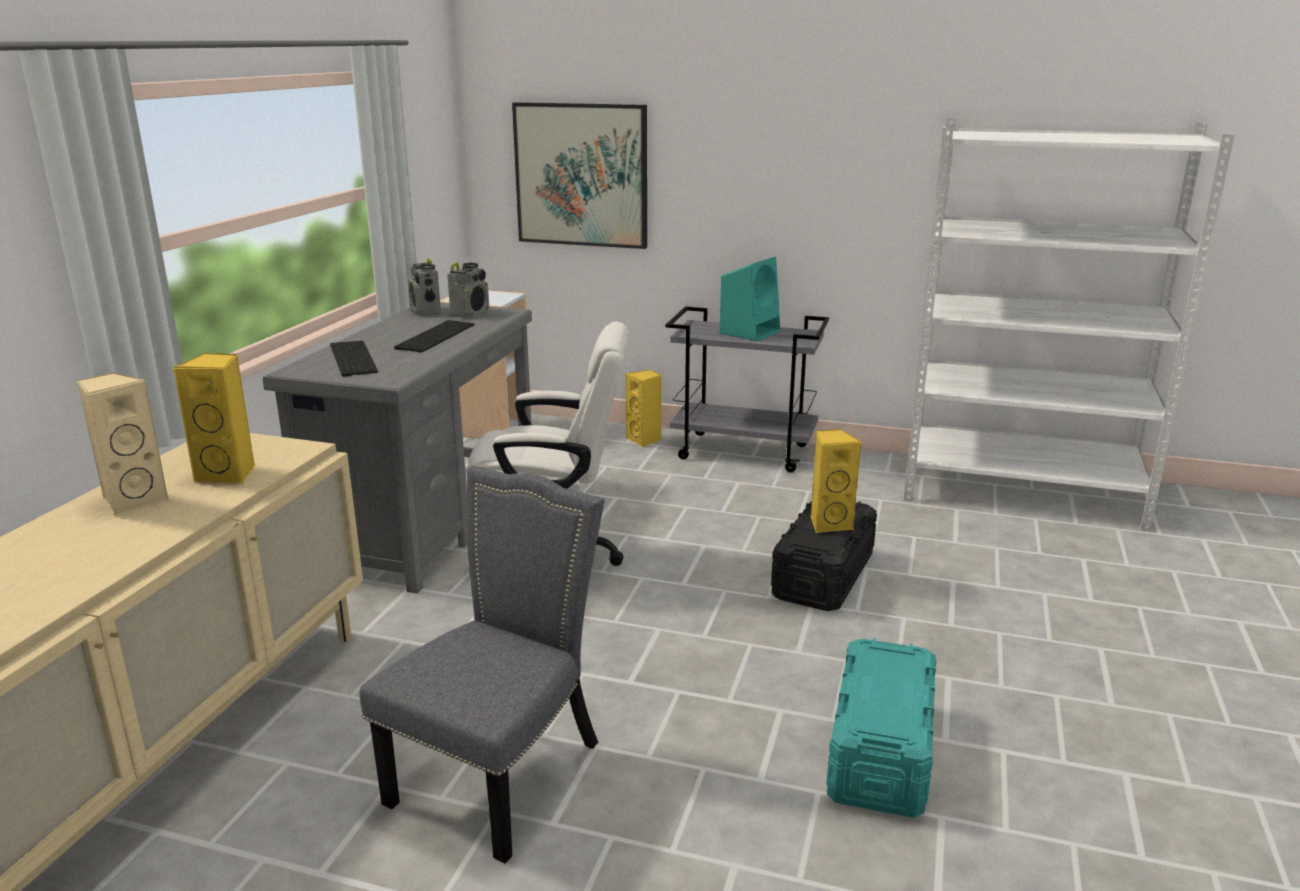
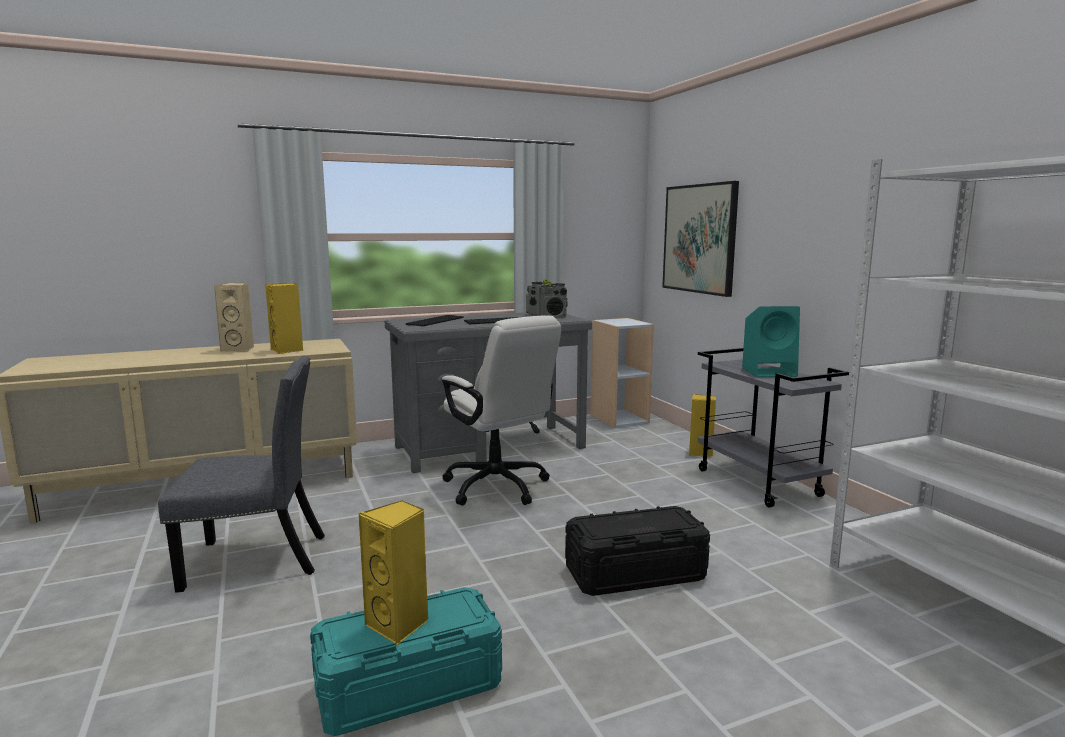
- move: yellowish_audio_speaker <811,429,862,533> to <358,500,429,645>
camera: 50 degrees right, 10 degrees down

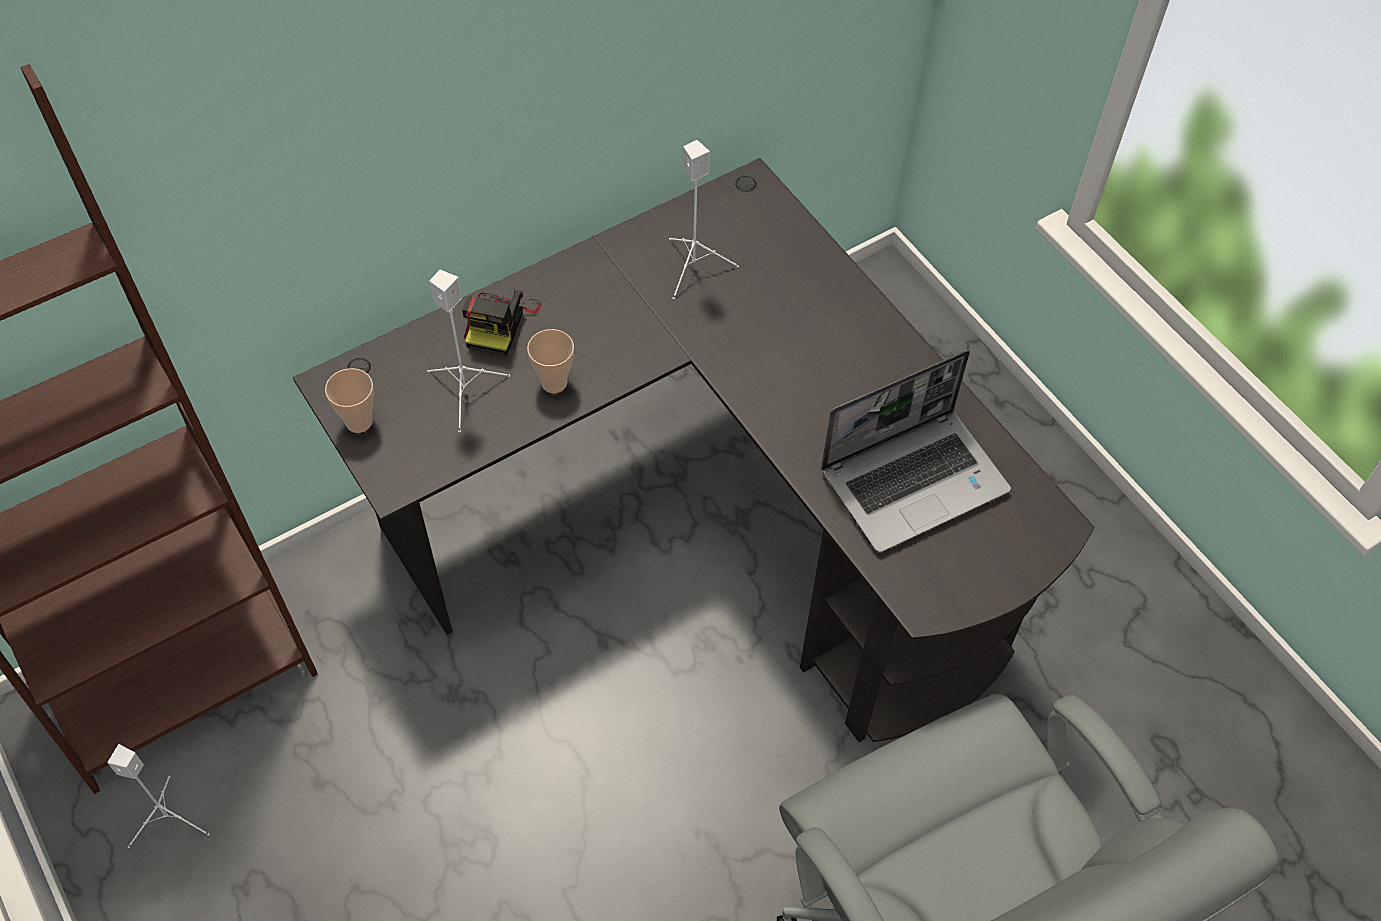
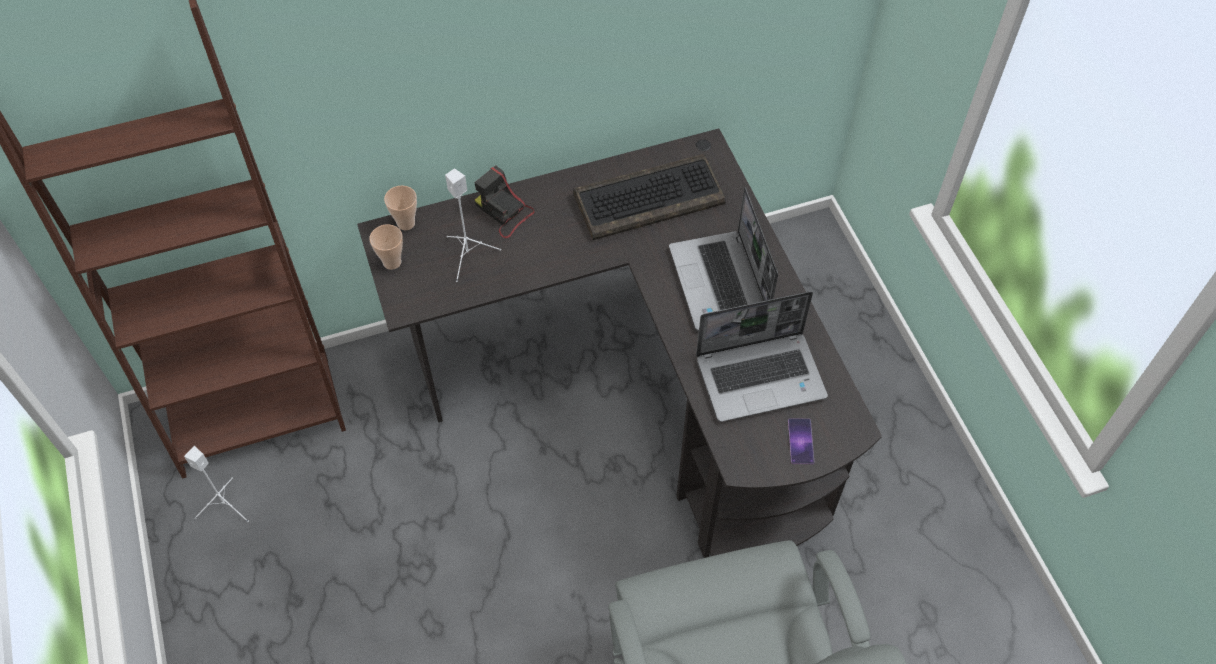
- rotate: still_camera <462,290,541,356> = <475,165,535,238> 105 degrees clockwise
- move: cup <527,329,574,393> to <384,185,417,230>
- replace: white_audio_speaker <669,140,739,299> to computer_keyboard <573,154,726,240>
- insert: notebook_computer <669,188,778,331>
- insert: handset <788,418,814,464>
camera: 15 degrees right, 0 degrees up

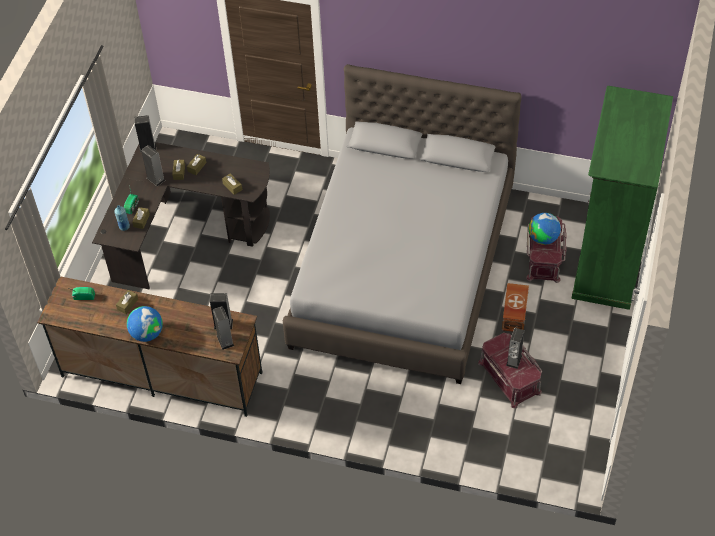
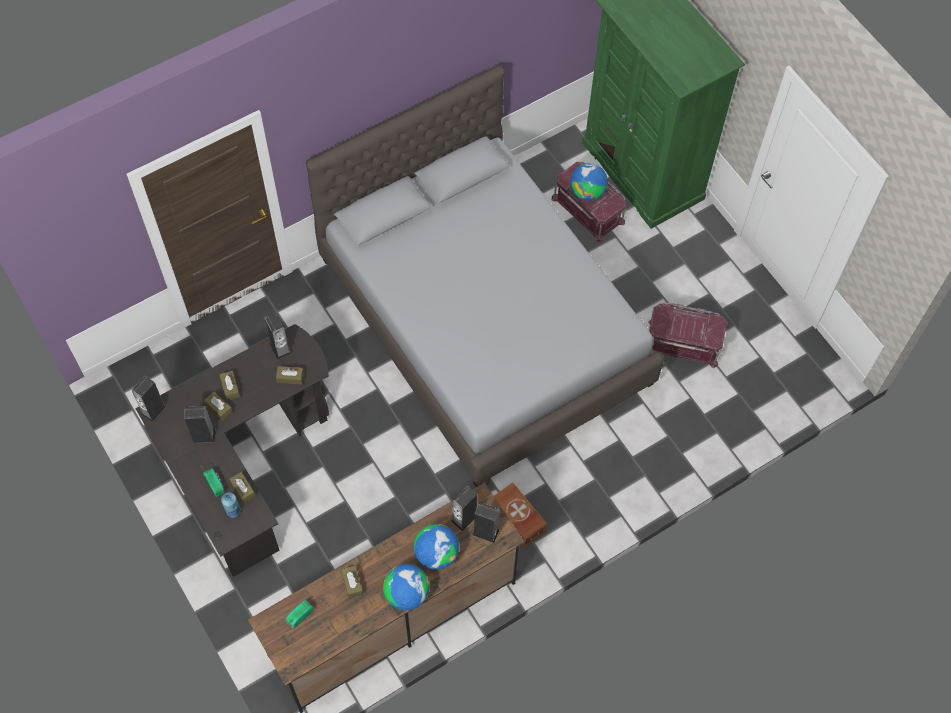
- move: brown_storage_bin <502,283,529,332> to <494,482,547,548>
- move: audio_speaker <506,328,524,369> to <265,312,291,359>
- insert: desk_globe <414,524,459,570>
camera: 50 degrees left, 10 degrees up

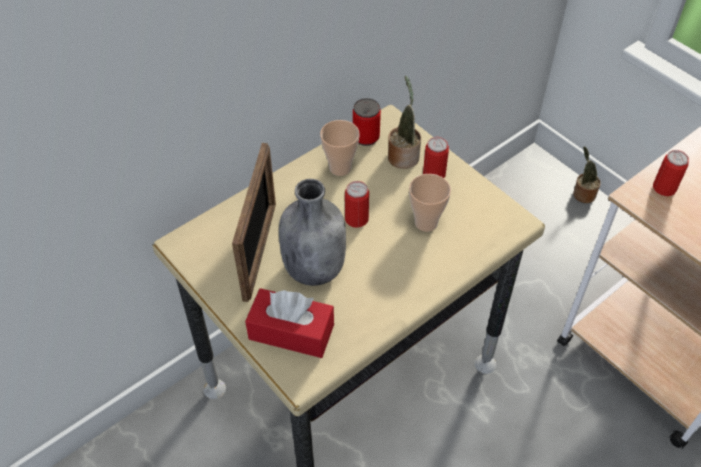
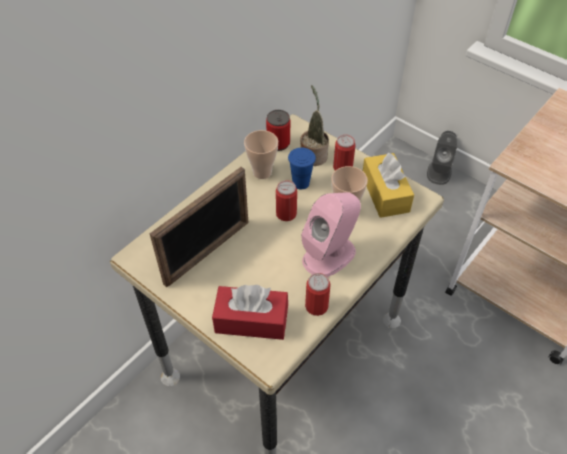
- rotate: picture_frame <232,143,276,302> = <150,167,248,287> 45 degrees clockwise
- delete: grey_beverage_bottle <279,179,346,286>
- replace: plant_in_a_pot <573,147,601,203> to grey_audio_speaker <427,131,458,185>
- move: can <653,150,689,196> to <305,273,331,316>
- insert: blue-coloured_cup <288,148,316,189>
- insert: pink-coloured_audio_speaker <301,192,361,277>
- insert: yellowish_tissue_holder <363,152,414,218>
camera: 10 degrees left, 0 degrees up

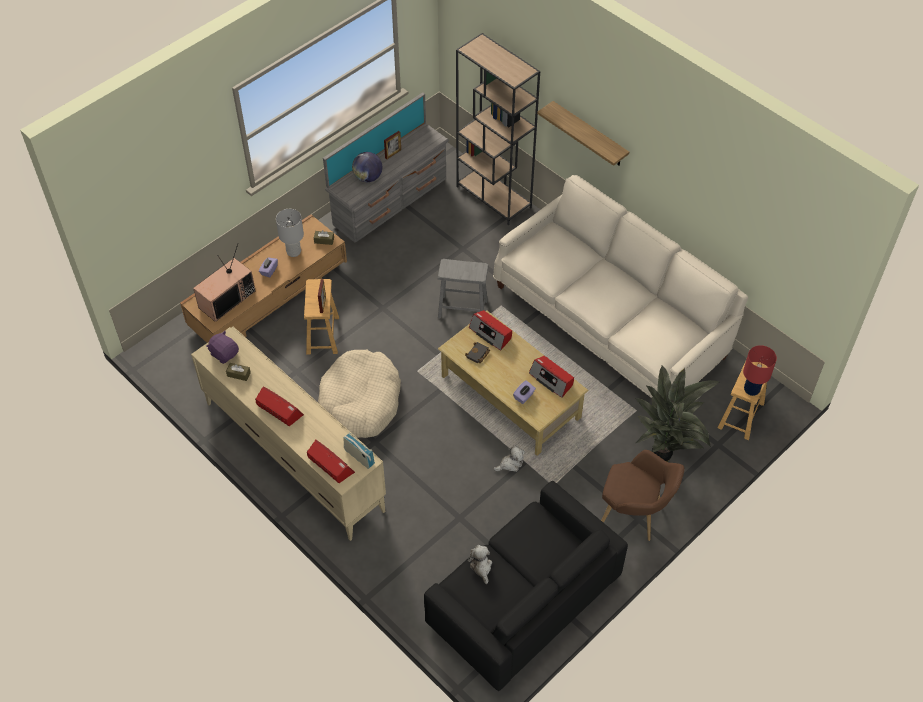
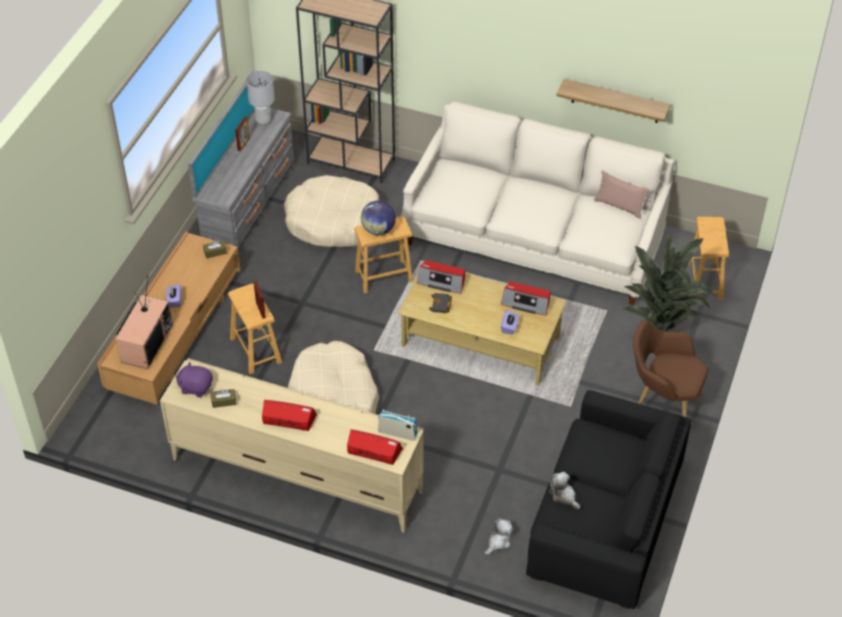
- move: grey_tabletop_lamp <276,209,304,257> to <246,71,275,125>
- move: desk_globe <352,152,382,182> to <361,201,396,235>
- recolor: grey_sitting_stool <438,259,488,319> to brown_sitting_stool <354,216,413,293>
- move: plush_toy <493,446,525,472> to <485,518,513,555>
- move: bracket_shelf <537,101,629,166> to <556,79,671,123>
- rotate: brown_lounge_chair <601,450,684,541> = <633,320,709,417> 150 degrees counterclockwise
- delete: reddish_tabletop_lamp <743,345,777,396>
- insert: beige-coloured_pet_bed <284,175,379,247>
- insert: beige-coloured_throw_pillow <594,170,649,219>
camera: 25 degrees left, 5 degrees down

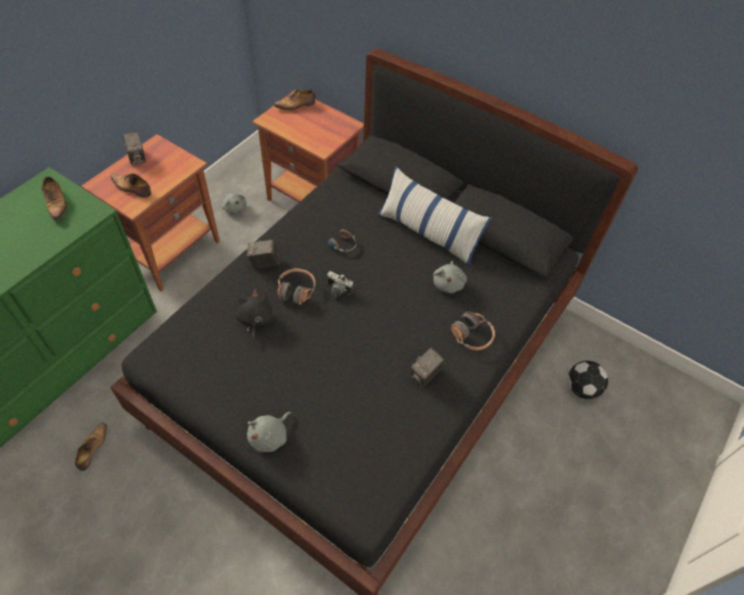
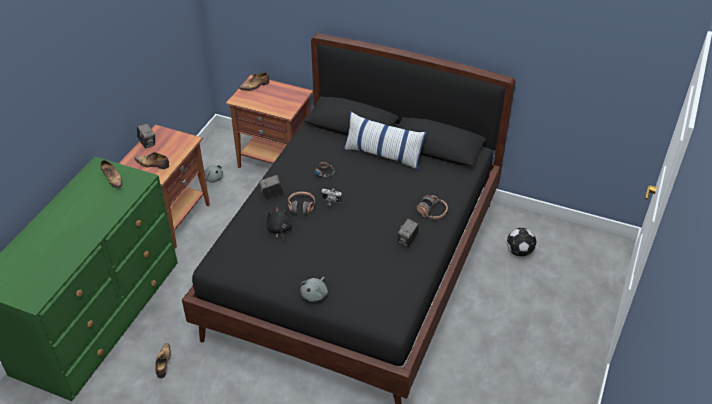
- delete: grey_plush_toy <433,261,467,293>
camera: 10 degrees left, 10 degrees down

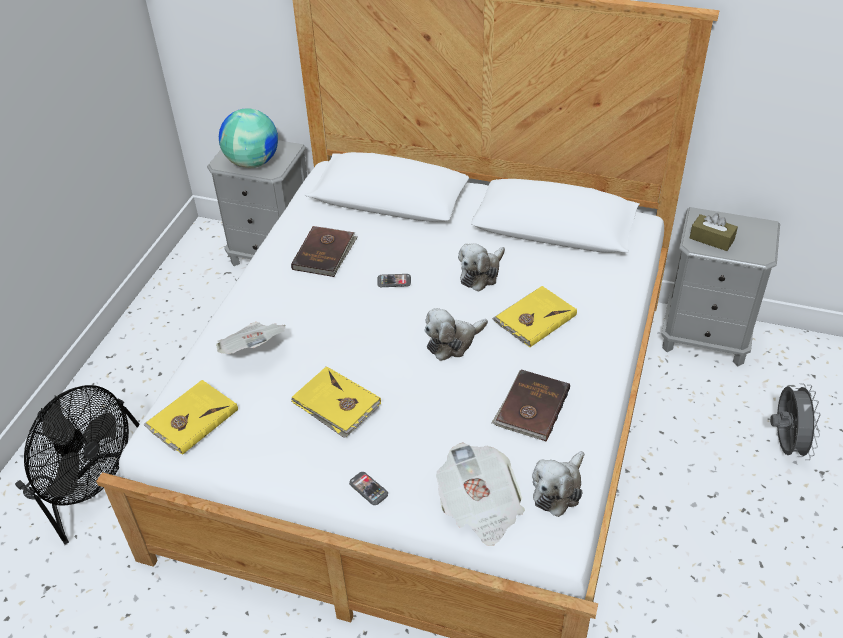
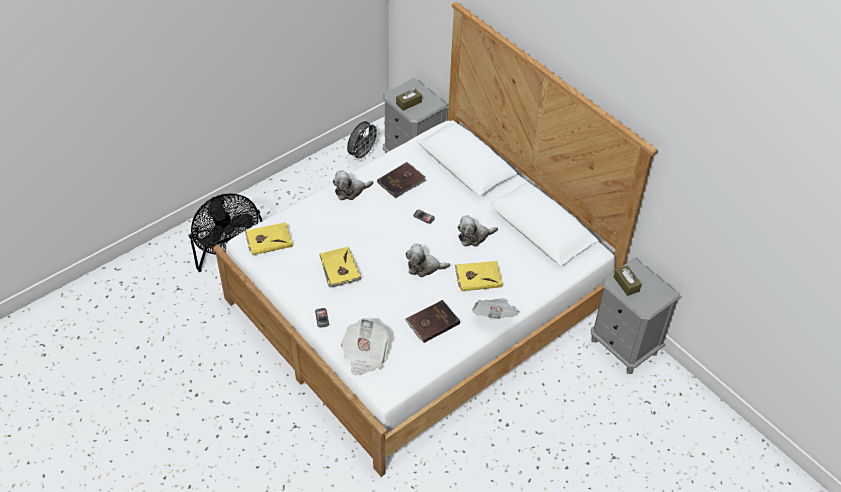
- move: daily_paper <216,322,286,354> to <472,298,519,320>
- replace: desk_globe <219,108,278,168> to brown_tissue_holder <396,88,422,111>
- move: plush_toy <532,451,584,517> to <333,170,373,200>
- move: grey_electric_fan <770,383,821,460> to <347,121,380,161>
camera: 30 degrees right, 5 degrees up

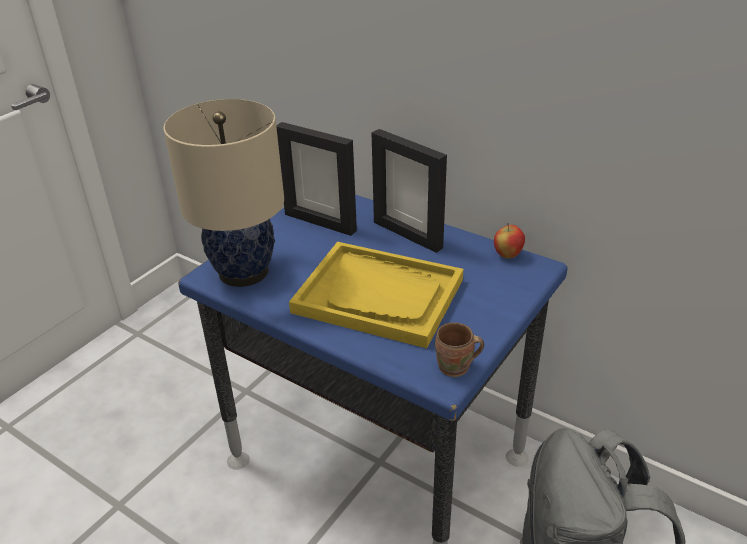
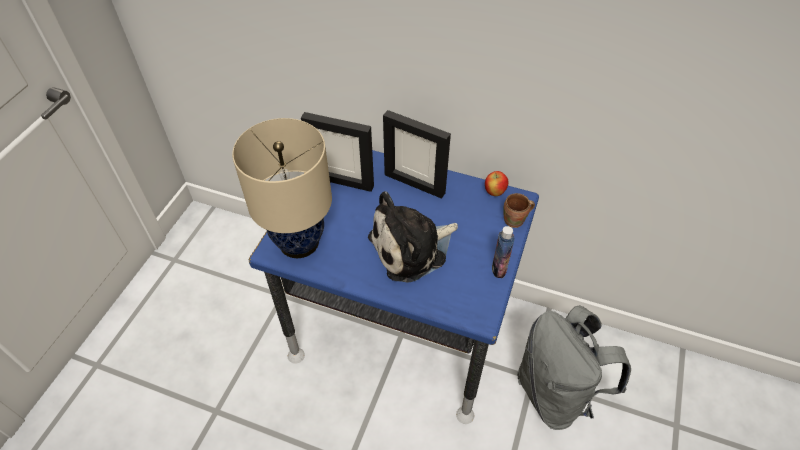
- replace: yellowish_carrying_tray <289,242,463,348> to plush_toy <368,191,458,283>
- move: brown_coffee_mug <435,322,484,377> to <503,193,535,228>
- insert: beverage_bottle <492,226,514,278>
camera: 15 degrees left, 15 degrees up

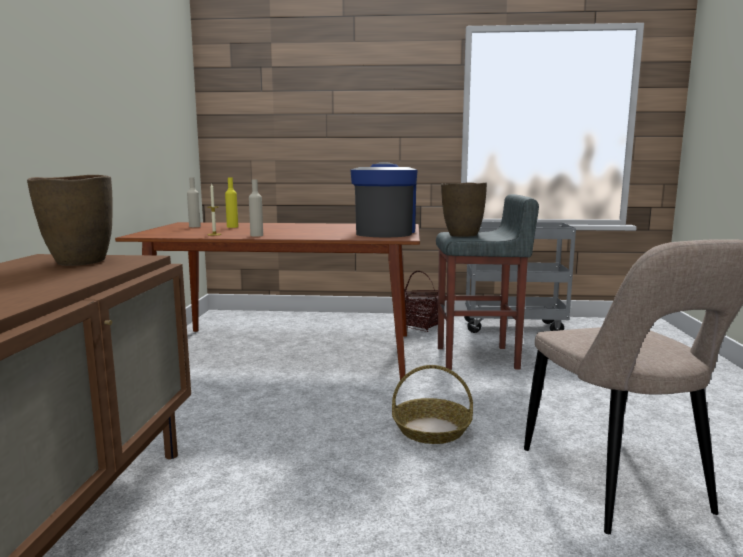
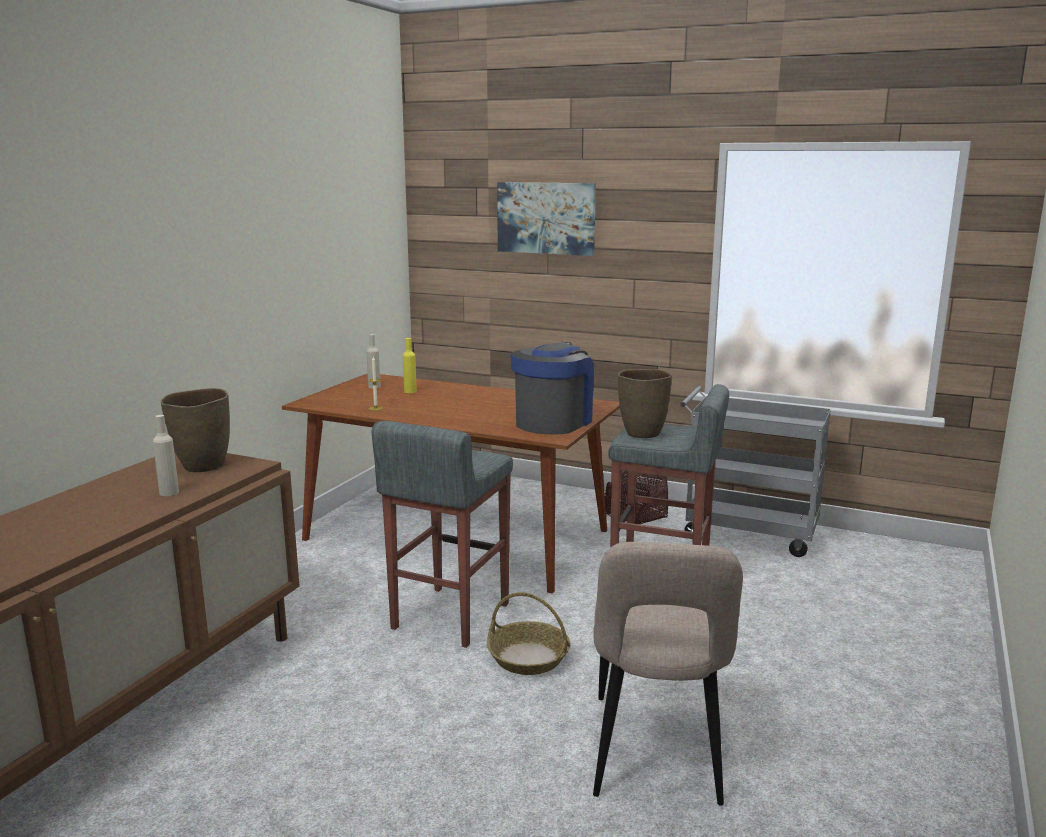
- move: beige-coloured_beverage_bottle <249,179,263,237> to <153,415,179,496>
- insert: grey_sitting_stool <372,421,513,648>
- insert: wall_picture <497,182,596,256>
camera: 20 degrees right, 5 degrees up

